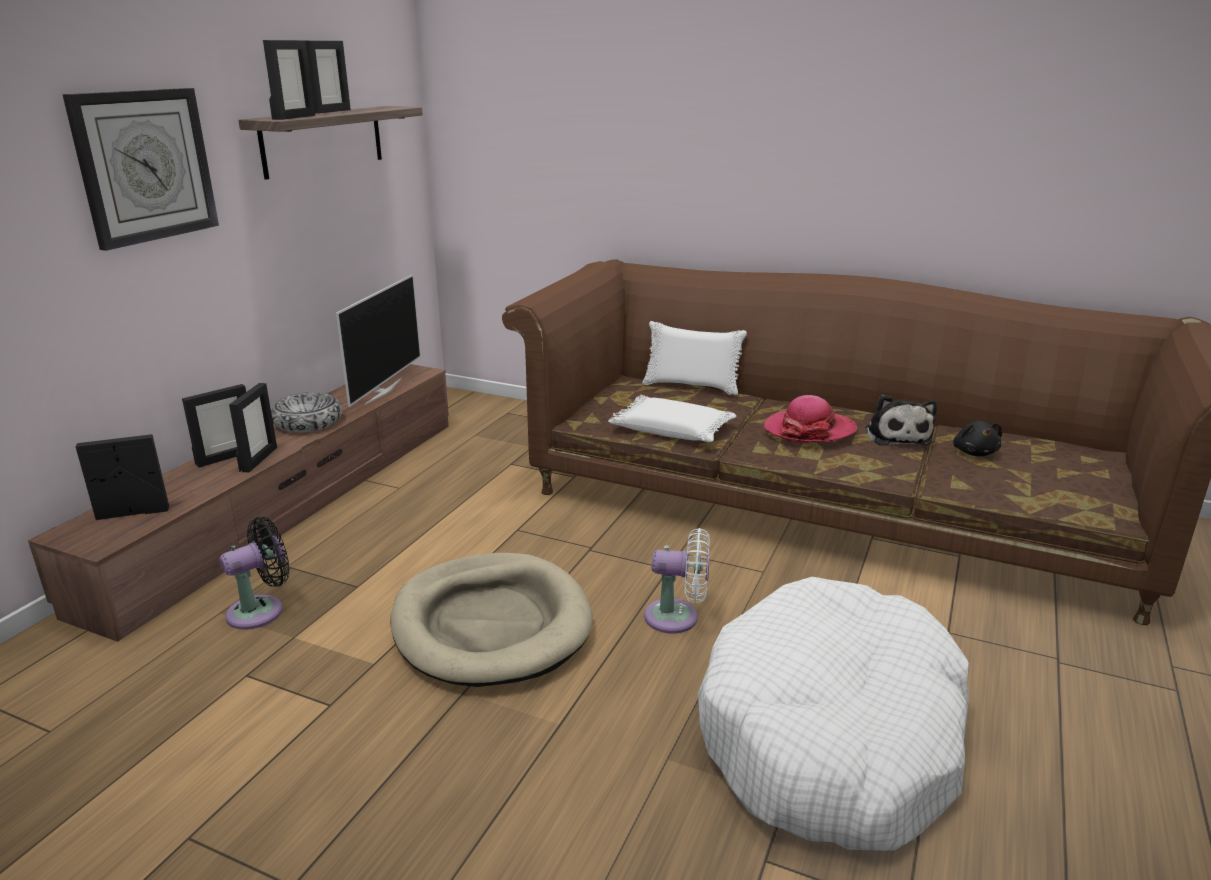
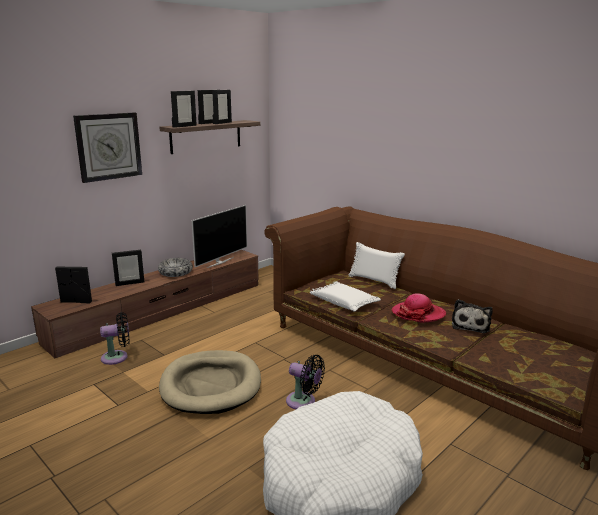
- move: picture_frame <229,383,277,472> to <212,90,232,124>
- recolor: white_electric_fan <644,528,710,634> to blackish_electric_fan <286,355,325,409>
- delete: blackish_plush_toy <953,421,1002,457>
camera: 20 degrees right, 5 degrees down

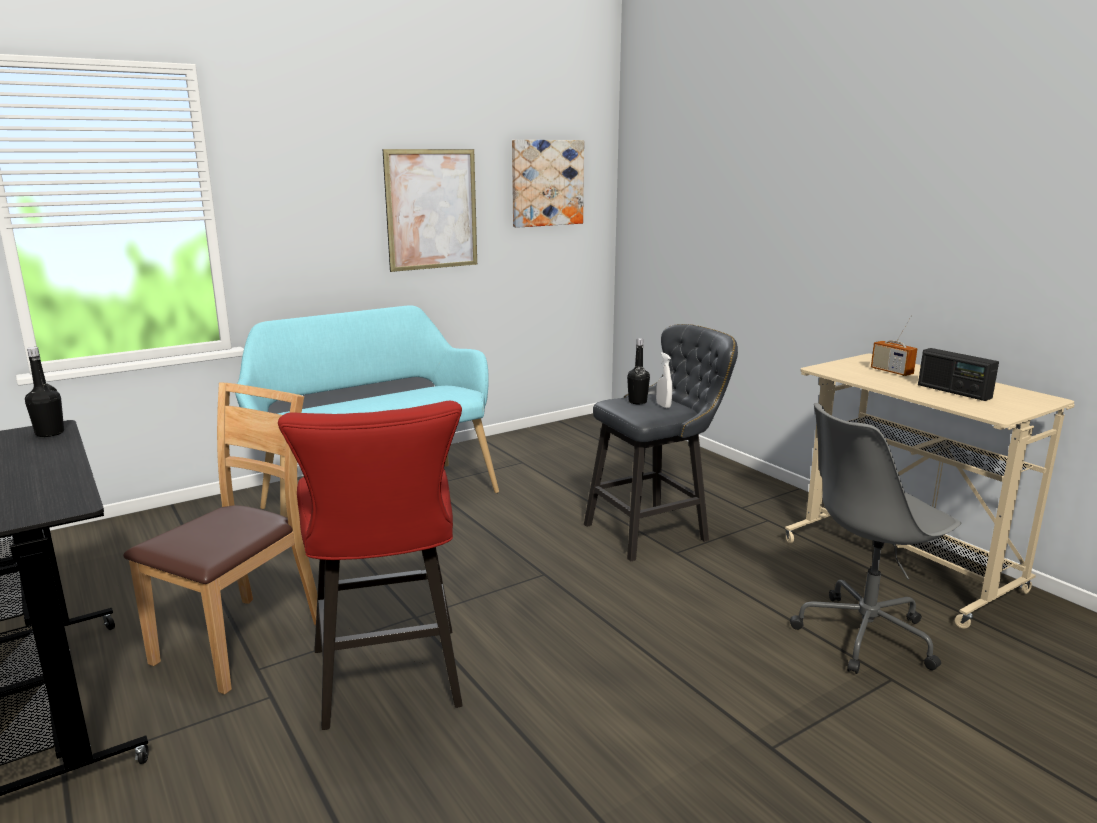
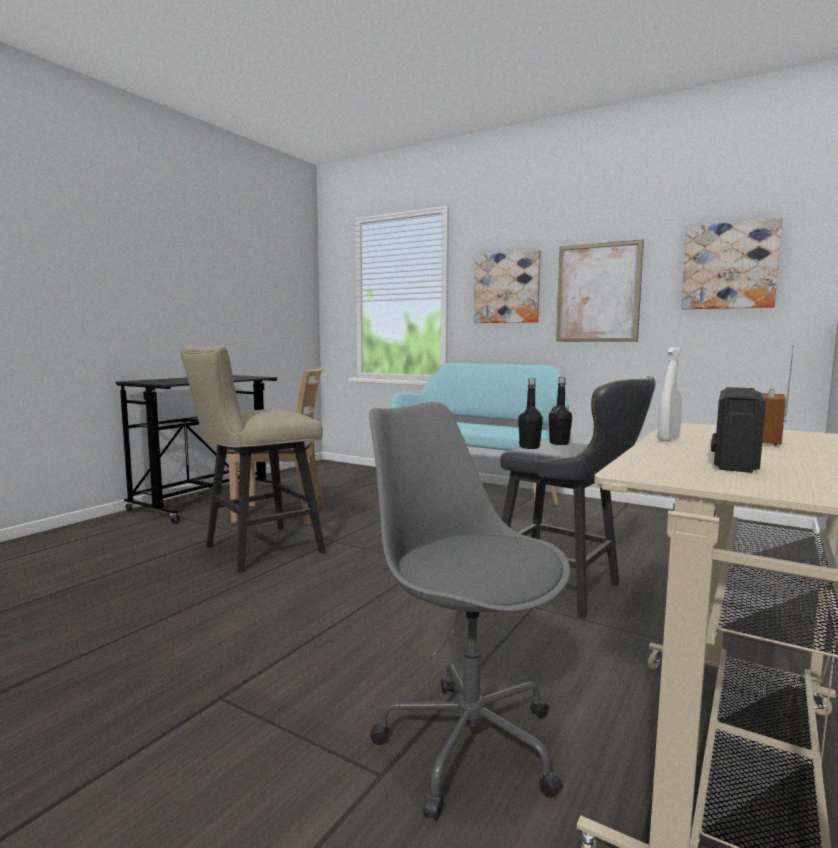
- move: blackish_beverage_bottle <25,347,64,437> to <518,378,543,449>
- recolor: reddish_sitting_stool <278,401,463,730> to beige-coloured_sitting_stool <180,345,326,573>
- move: white_sprayer <656,352,672,408> to <658,346,682,441>
- insert: wall_picture <474,250,541,323>
camera: 65 degrees right, 10 degrees down

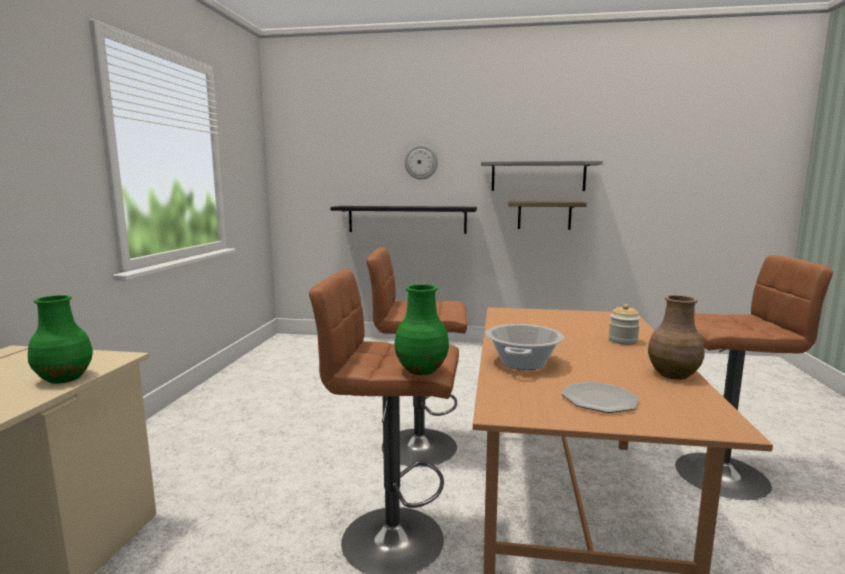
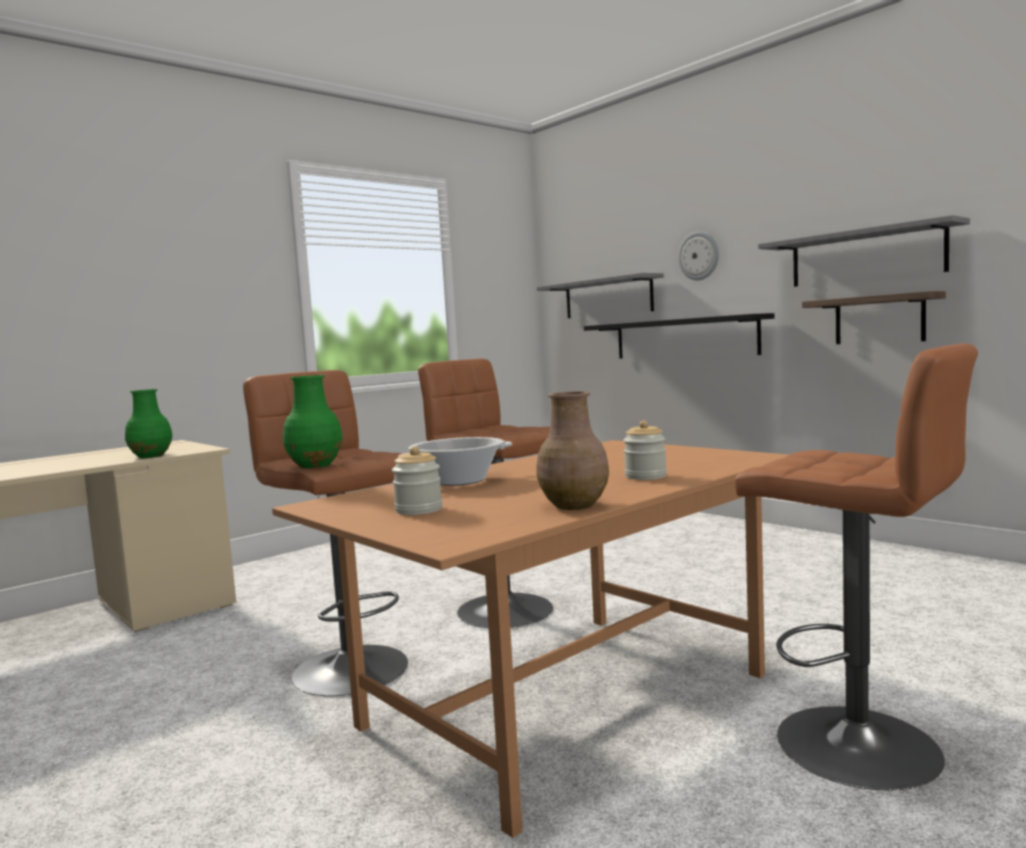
- replace: dinner_plate <562,382,639,413> to preserve_jar <392,446,442,515>
- insert: grey_bracket_shelf <537,273,664,318>
camera: 40 degrees right, 5 degrees down

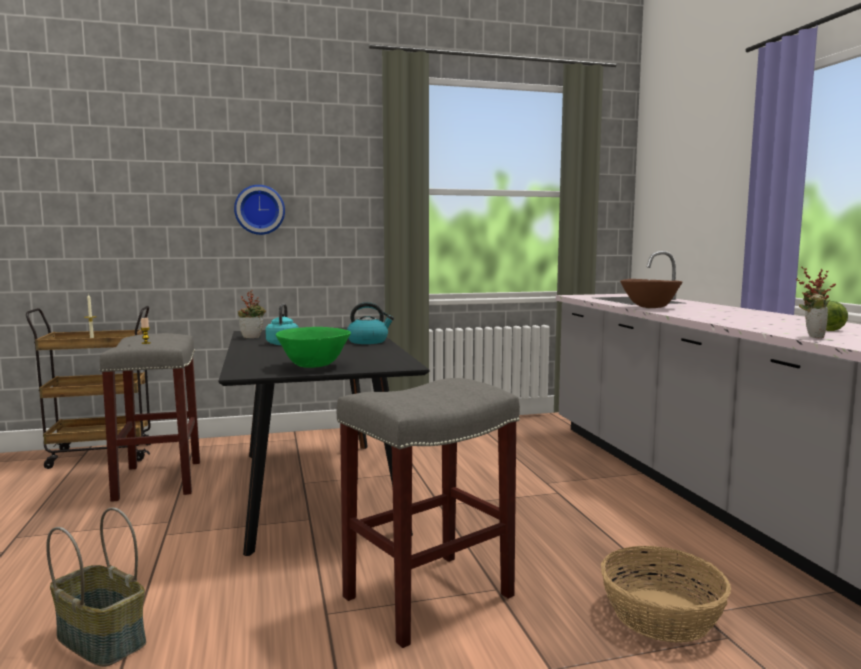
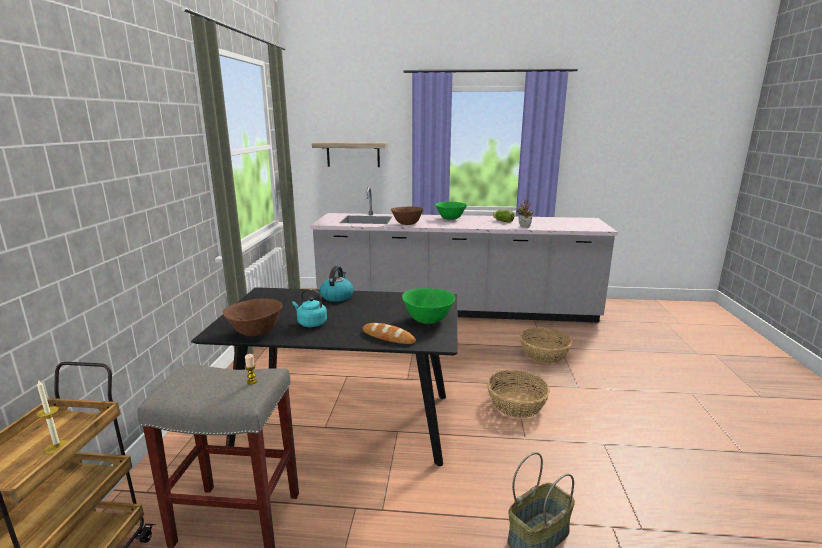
- delete: clock_on_the_wall <234,185,285,235>
- replace: plant_in_a_pot <238,290,266,338> to brown_bowl <223,299,283,336>
- replace: grey_sitting_stool <337,378,520,648> to basket <487,370,550,418>
- insert: bracket_shelf <312,142,388,167>
- insert: bread <363,323,416,344>
- insert: greenish_bowl <435,202,467,220>
camera: 70 degrees left, 10 degrees up

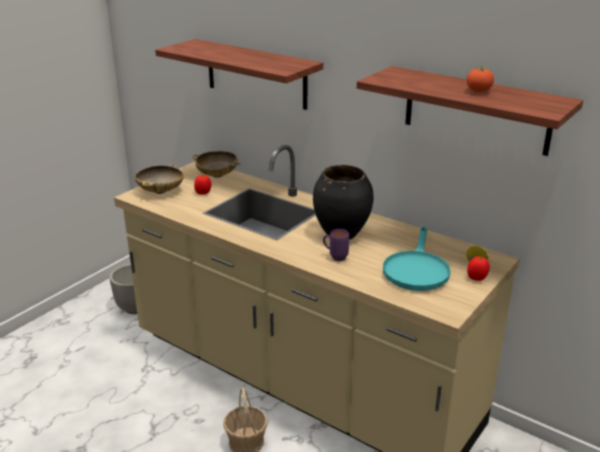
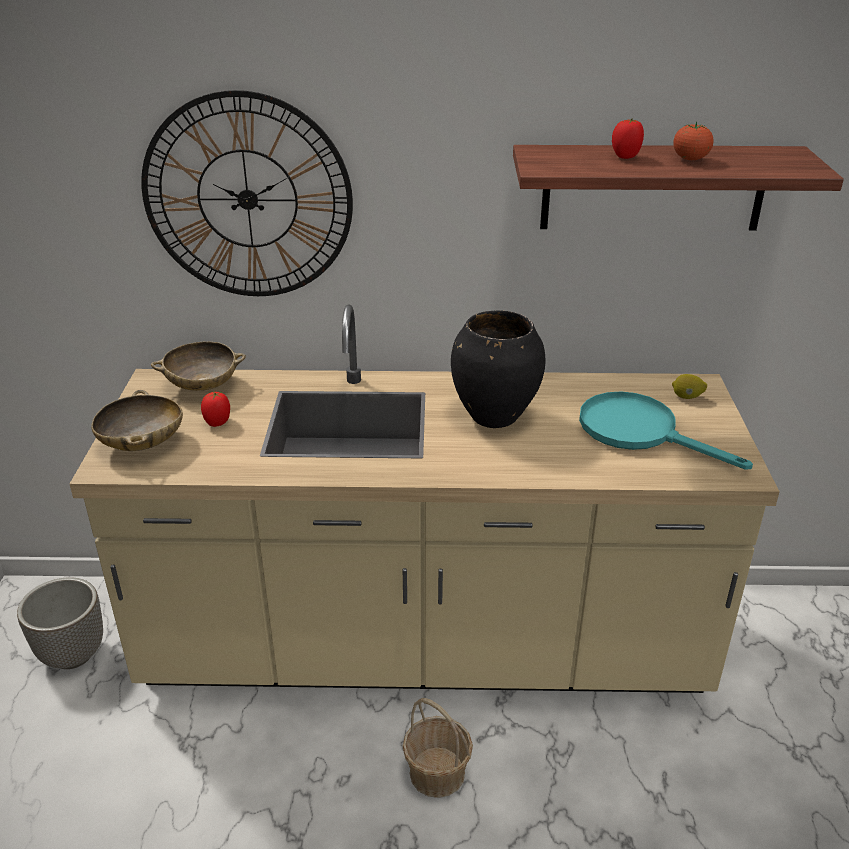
- replace: bracket_shelf <155,39,323,110> to clock_on_the_wall <141,90,353,296>
- delete: purple-coloured_coffee_mug <323,229,349,261>
- rotate: blue-green_pan <383,226,450,291> = <579,392,753,470> 150 degrees clockwise
- move: tomato <467,256,490,281> to <612,118,644,159>
camera: 35 degrees left, 5 degrees up

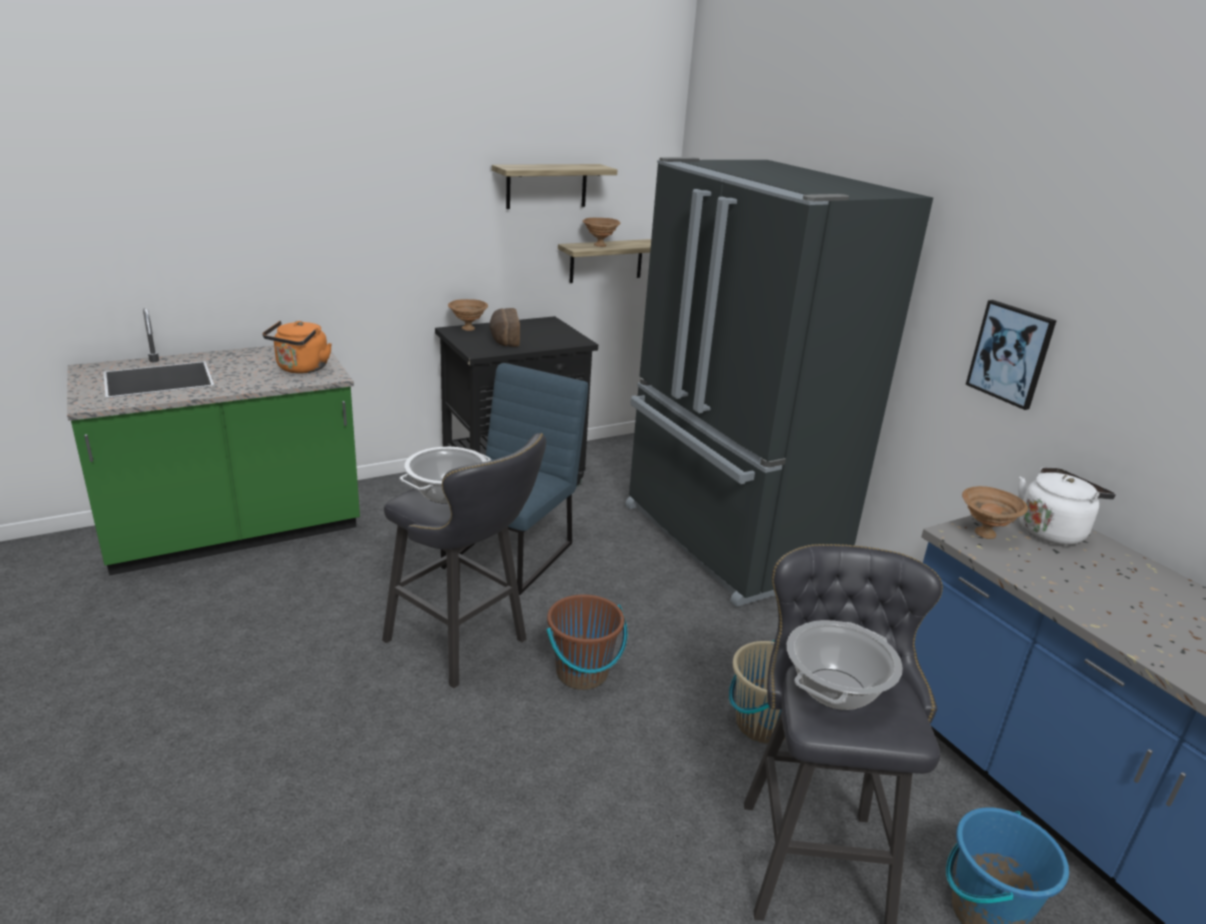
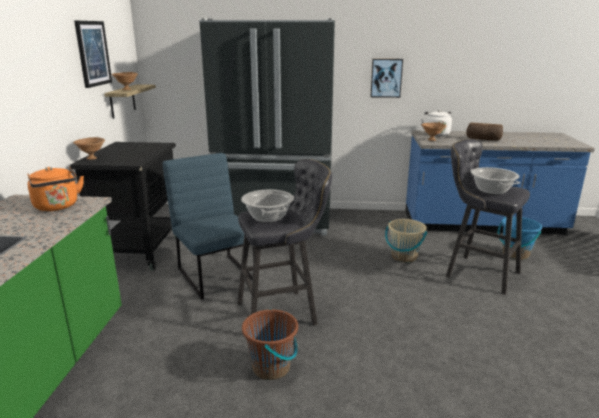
- move: bread <489,308,520,347> to <466,122,503,141>
- replace: bracket_shelf <492,164,617,209> to wall_picture <74,21,112,88>
- move: brown_pail <547,594,627,690> to <242,309,298,380>
camera: 55 degrees left, 5 degrees down

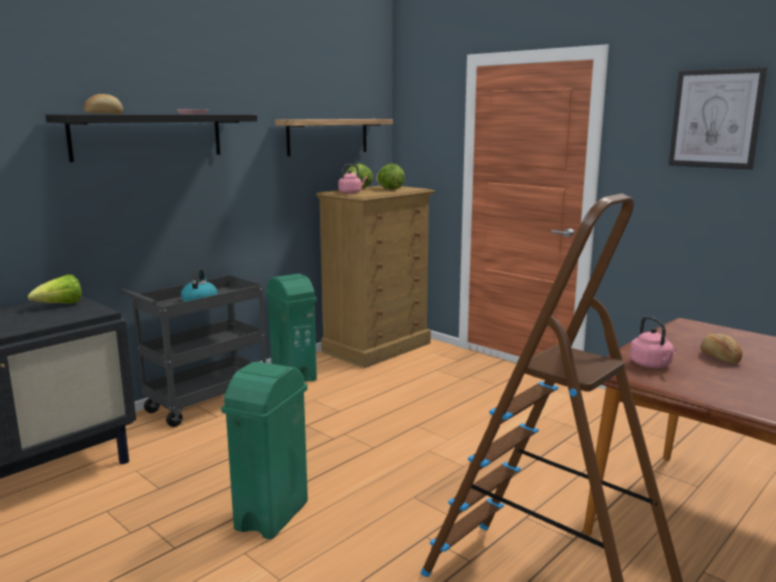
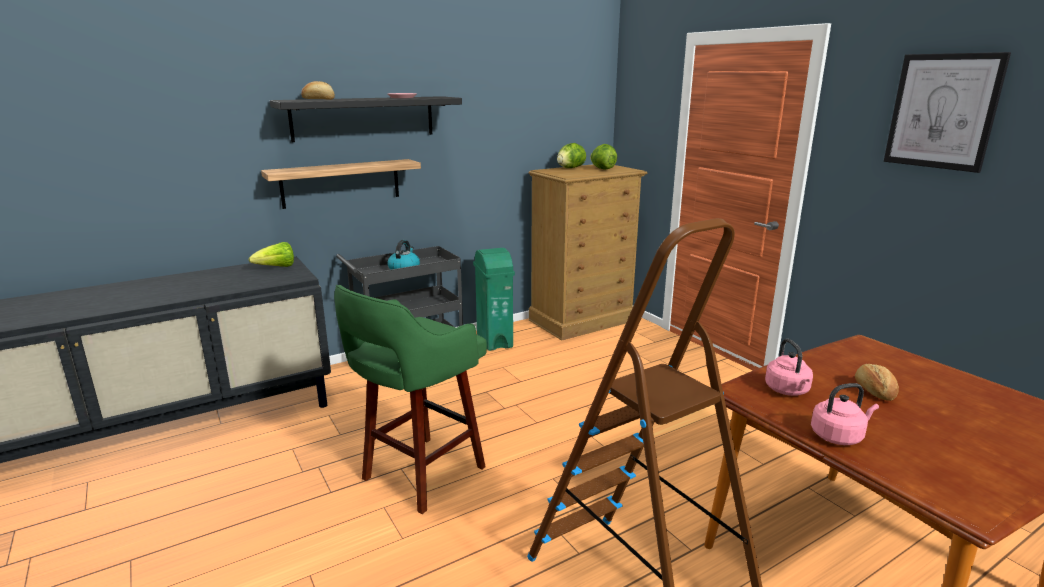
- replace: greenish_trash_can <221,362,308,539> to greenish_sitting_stool <334,285,487,514>
- move: bracket_shelf <275,119,393,156> to <261,159,421,209>
- move: pink-coloured_kettle <338,164,367,194> to <811,383,879,445>
camera: 15 degrees right, 5 degrees up

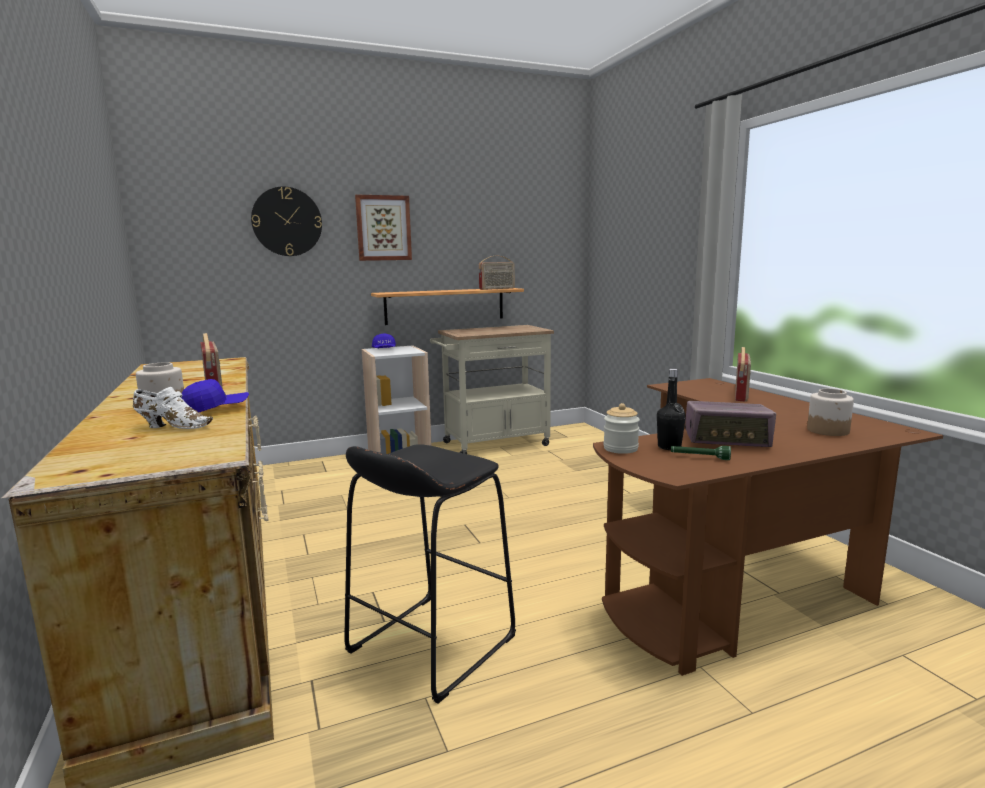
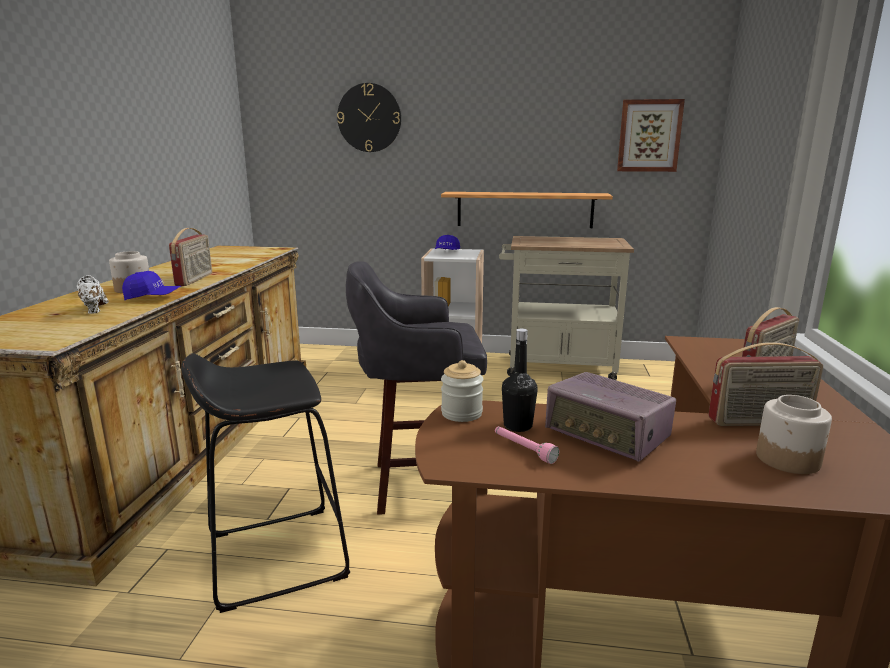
- rotate: white_shoe <133,387,213,429> = <76,275,109,314> 150 degrees counterclockwise
- move: wall_picture <355,195,412,261> to <617,99,685,172>
- move: radio <479,256,515,290> to <708,342,823,426>
- recolor: greenish_flashlight <671,446,731,460> to pink-coloured_flashlight <495,426,559,464>
- insert: grey_sitting_stool <346,261,487,515>
camera: 30 degrees right, 5 degrees up

